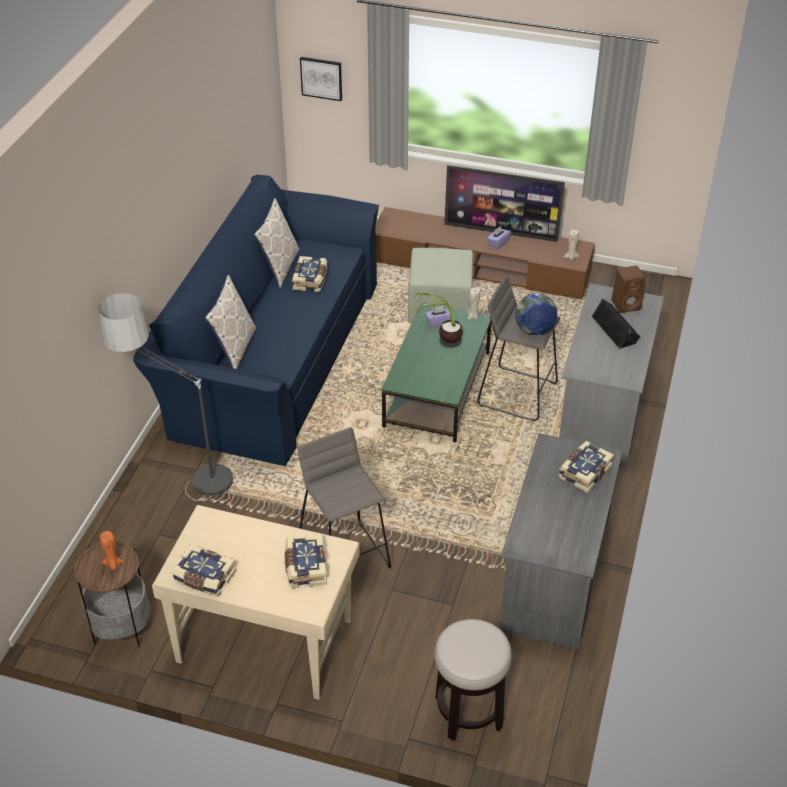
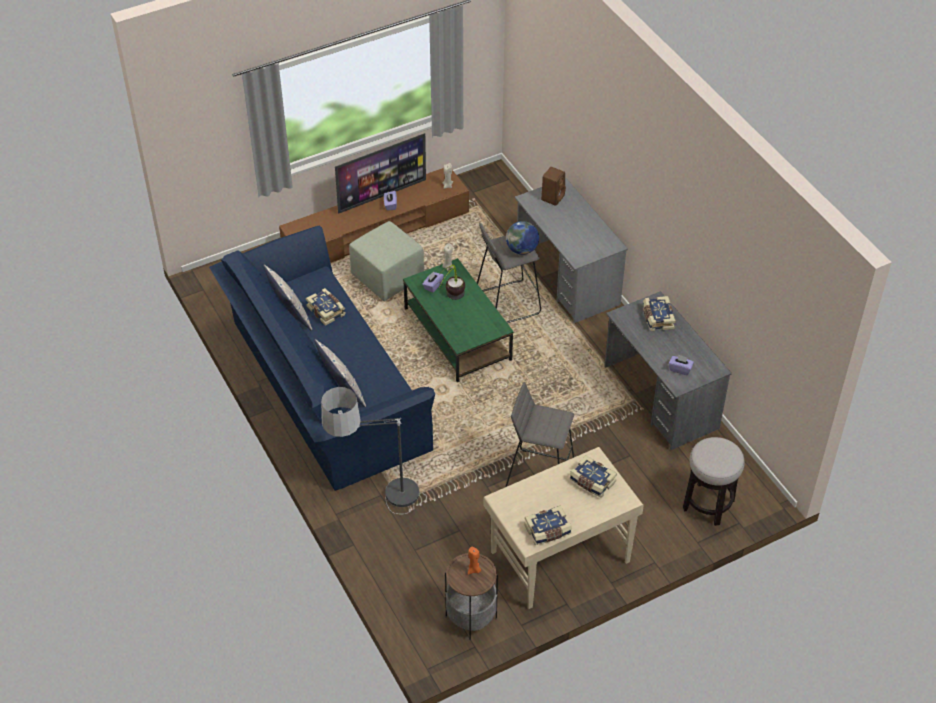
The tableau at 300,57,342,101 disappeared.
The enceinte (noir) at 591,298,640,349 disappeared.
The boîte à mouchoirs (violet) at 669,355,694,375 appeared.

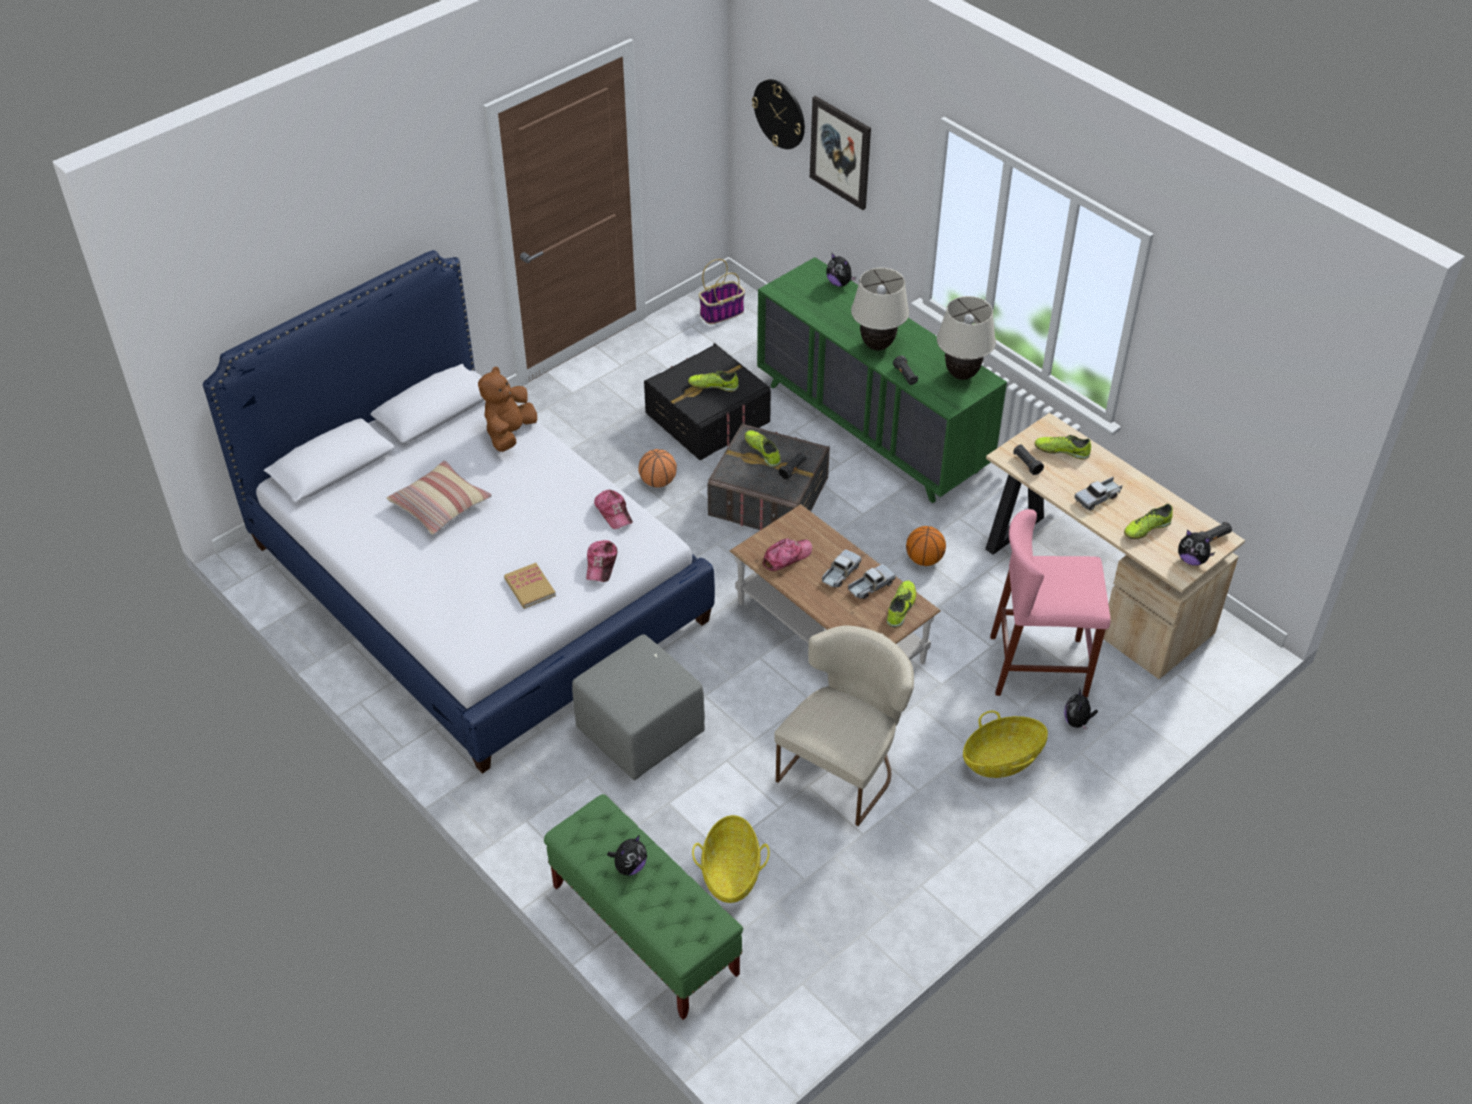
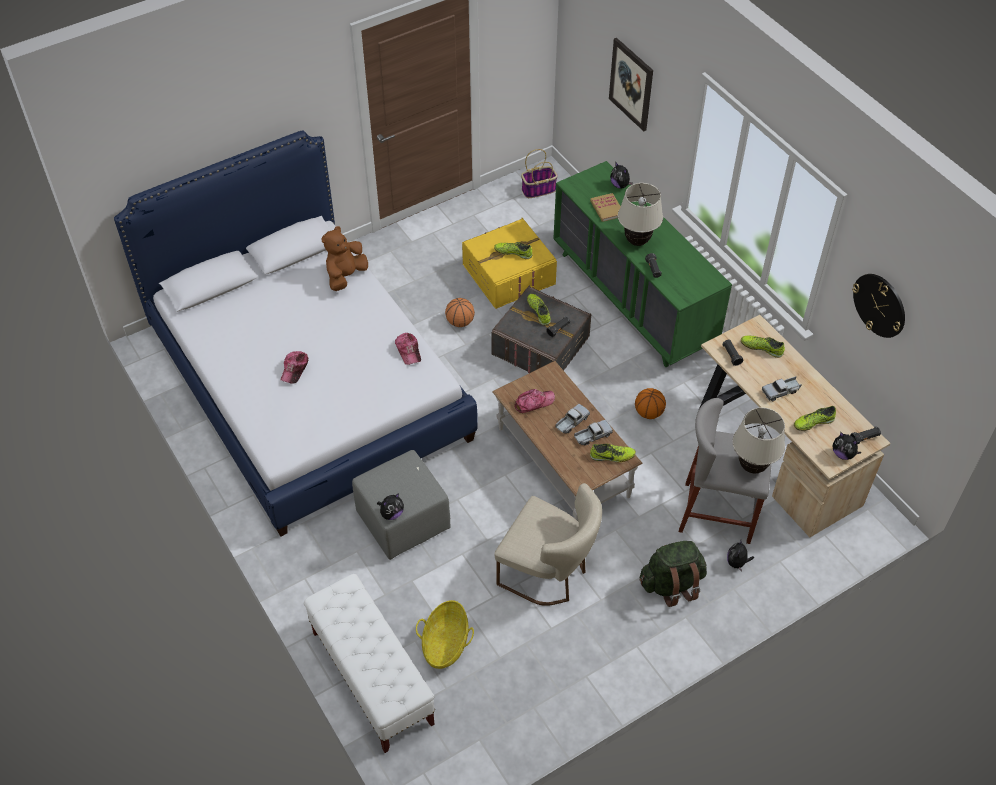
The horloge murale moved from 752,79,805,149 to 852,274,905,338.
The lampe de table (beige) moved from 937,296,996,380 to 733,407,785,474.
The boîte de rangement (noir) at 644,343,771,461 became the boîte de rangement (jaune) at 462,217,557,309.
The coussin at 387,461,492,535 disappeared.
The tabouret (rose) at 990,509,1111,697 became the tabouret (gris) at 679,398,772,544.
The casquette moved from 586,540,618,582 to 280,351,308,384.
The livre moved from 504,563,556,609 to 590,193,621,222.
The chaussure at 887,581,916,627 turned 60 degrees clockwise.
The chaise (beige) at 774,626,914,826 turned 75 degrees clockwise.
The panier at 963,711,1048,778 was replaced by the sac à dos (vert) at 640,541,707,607.
The banc (vert) at 544,794,743,1020 became the banc (blanc) at 304,574,435,753.
The peluche moved from 607,835,647,875 to 377,493,404,520.

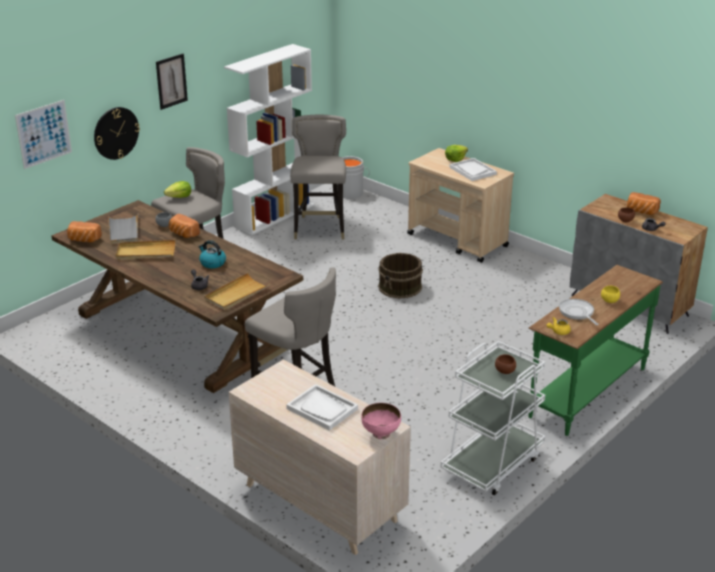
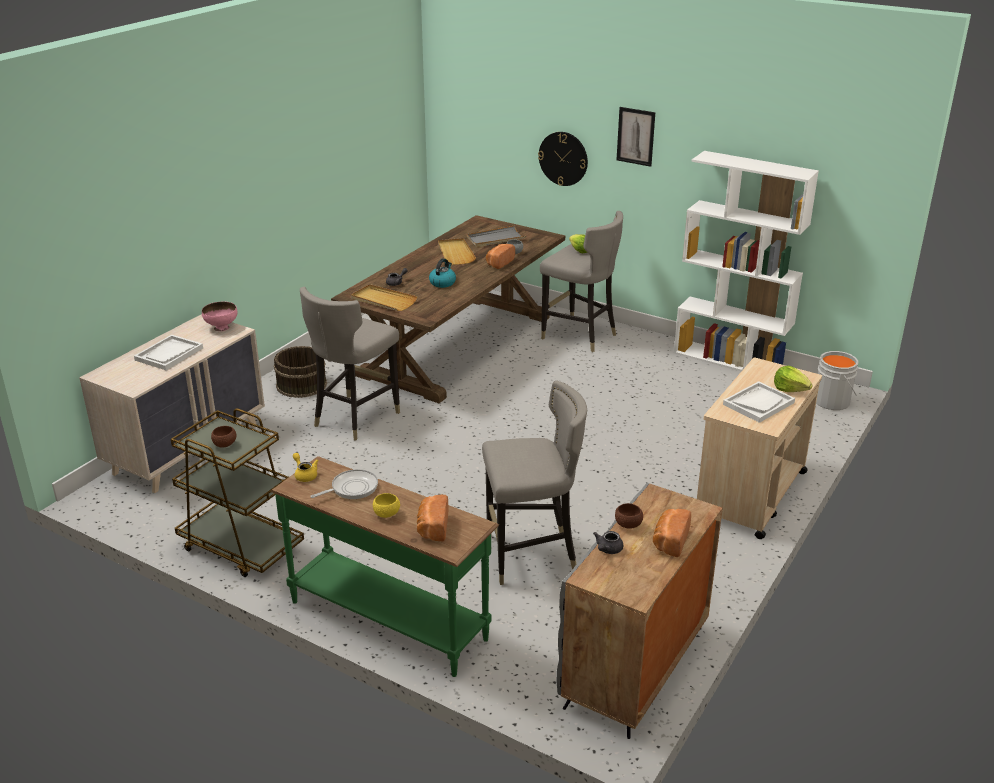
The tableau at 15,100,72,169 disappeared.
The tabouret (gris) moved from 290,115,346,239 to 482,380,587,585.
The pain moved from 67,221,102,242 to 417,495,448,541.
The seau (marron) moved from 378,253,423,299 to 274,346,327,398.
The chariot (blanc) at 441,341,545,495 became the chariot (marron) at 171,408,304,577.
The bol (rose) moved from 361,403,401,439 to 202,302,237,331.

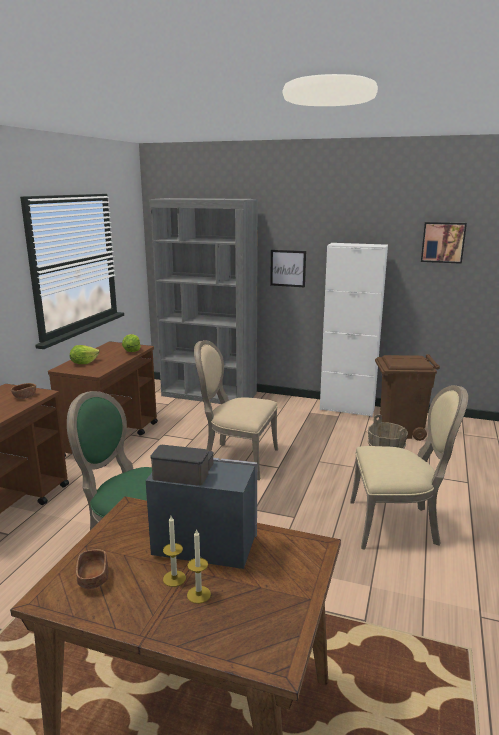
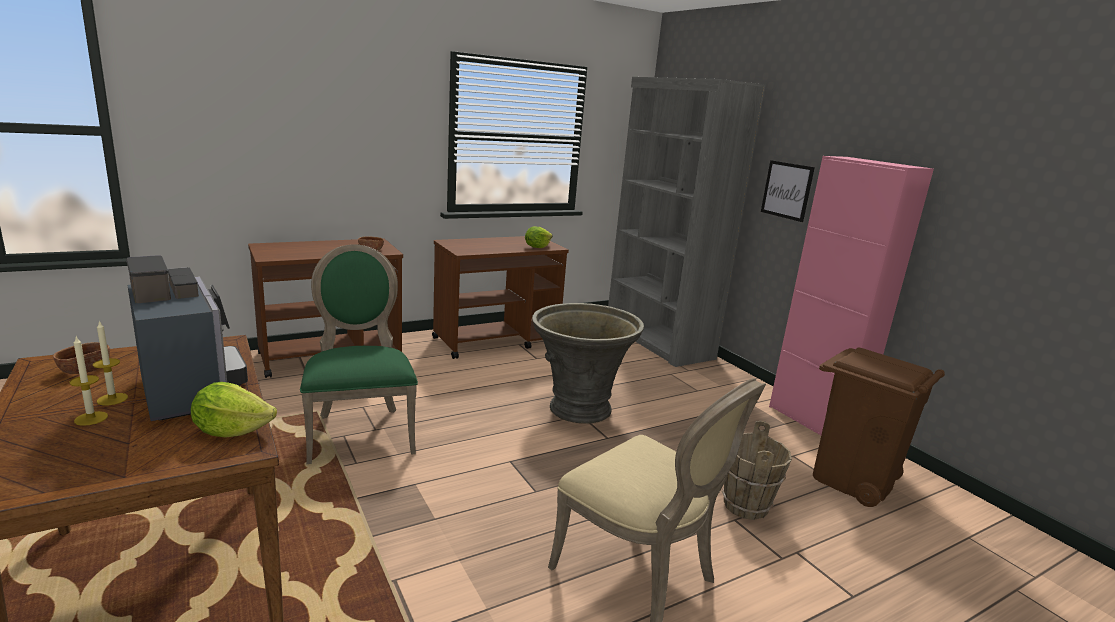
The tableau at 421,222,467,264 disappeared.
The meuble de rangement (blanc) at 320,243,388,417 became the meuble de rangement (rose) at 769,156,934,435.
The chaise (beige) at 194,340,278,480 was replaced by the cache-pot (gris) at 532,303,644,424.
The laitue moved from 70,345,100,364 to 191,382,277,438.

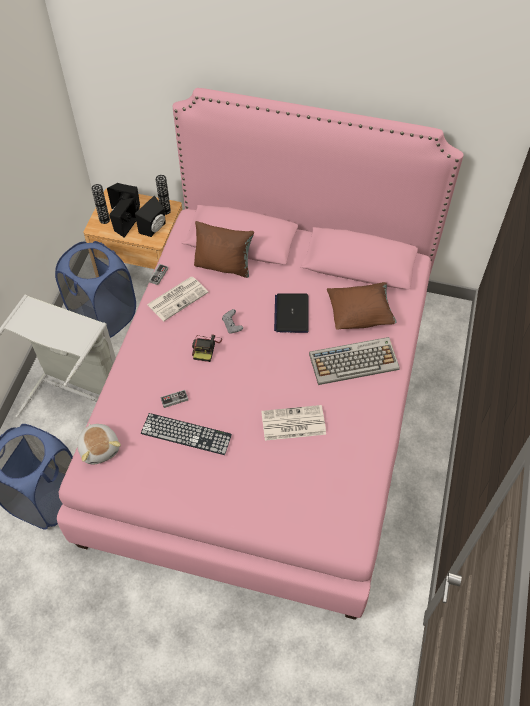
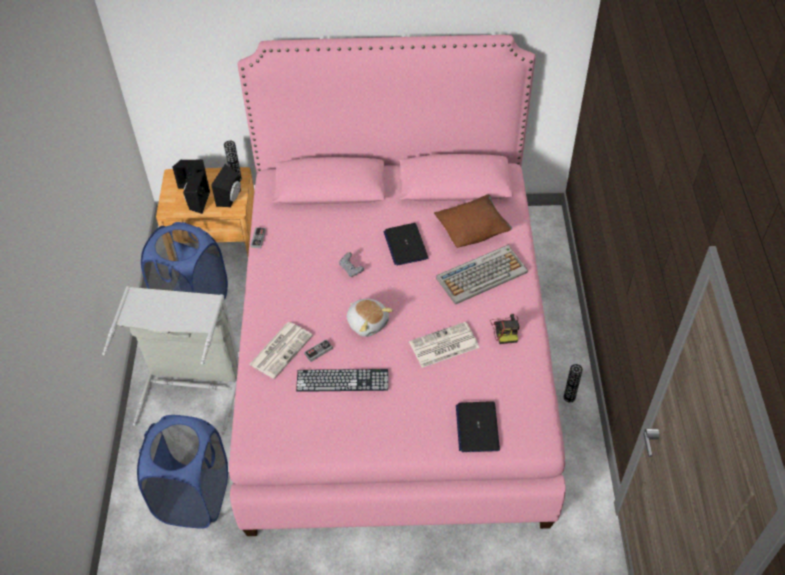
The vase moved from 91,184,110,224 to 564,364,583,403.
The coussin (marron) at 194,221,254,278 disappeared.
The journal moved from 147,277,208,321 to 249,322,313,379.
The appareil photo moved from 192,335,222,362 to 490,314,519,344.
The peluche moved from 77,423,121,464 to 347,299,393,337.
The ordinateur portable at 456,401,500,452 appeared.

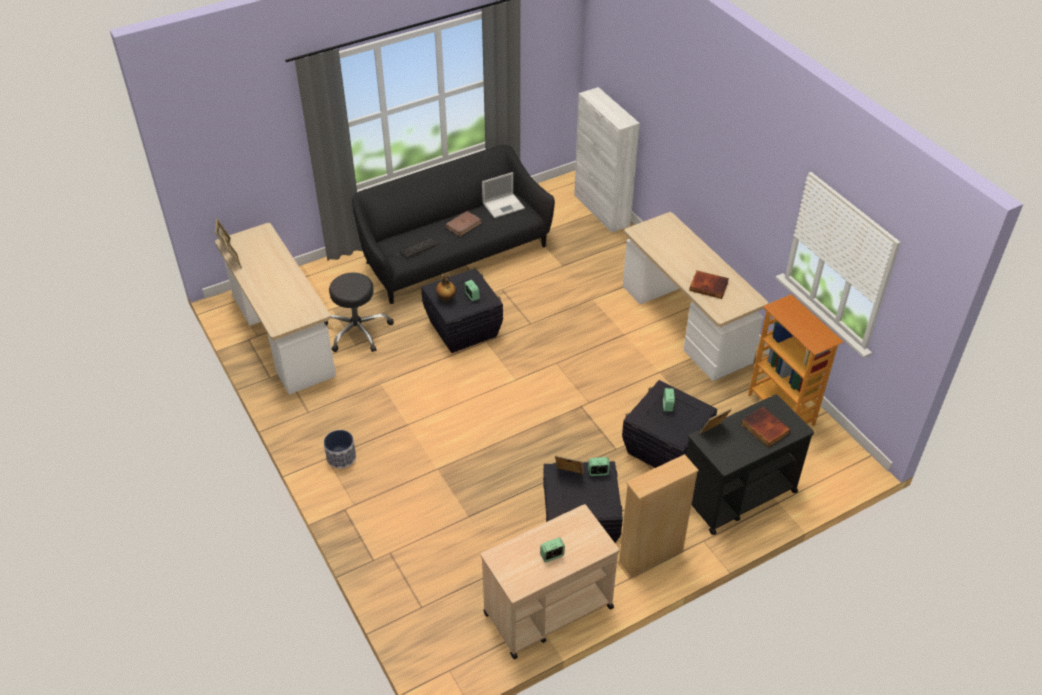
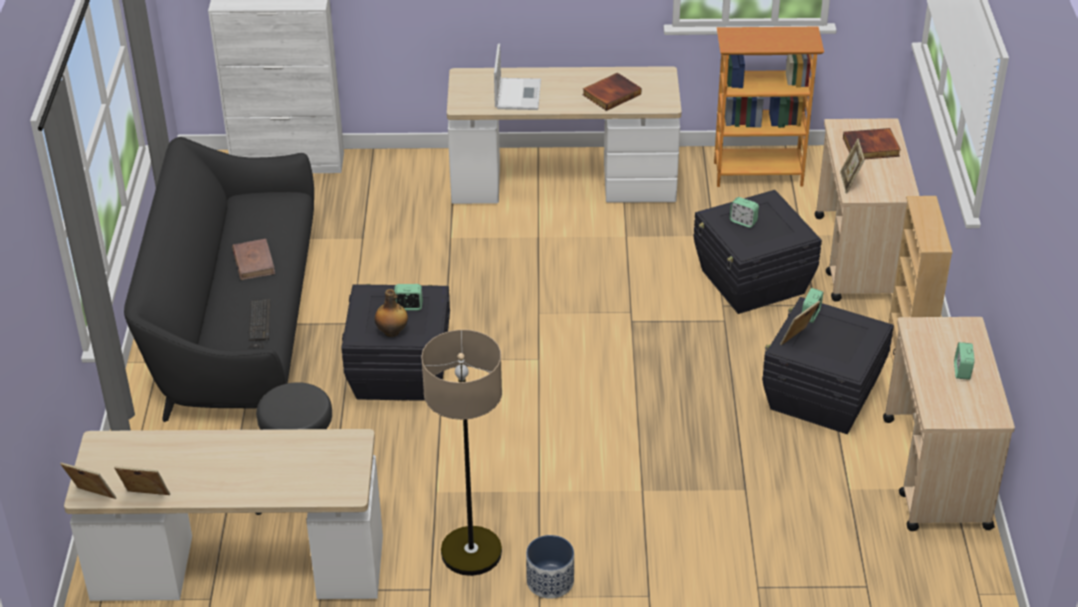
The ordinateur portable moved from 482,172,525,218 to 494,43,541,110.
The chariot (noir) at 686,394,814,535 became the chariot (beige) at 815,118,919,302.
The lampadaire at 421,330,502,576 appeared.

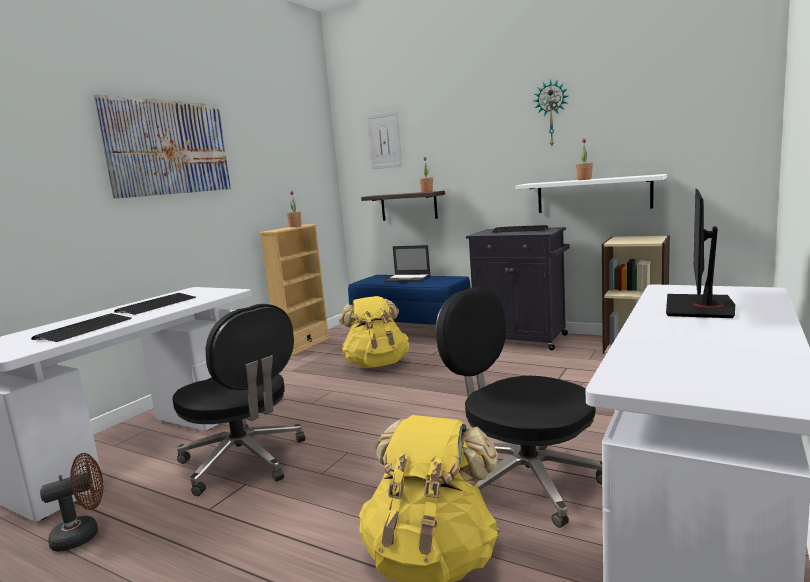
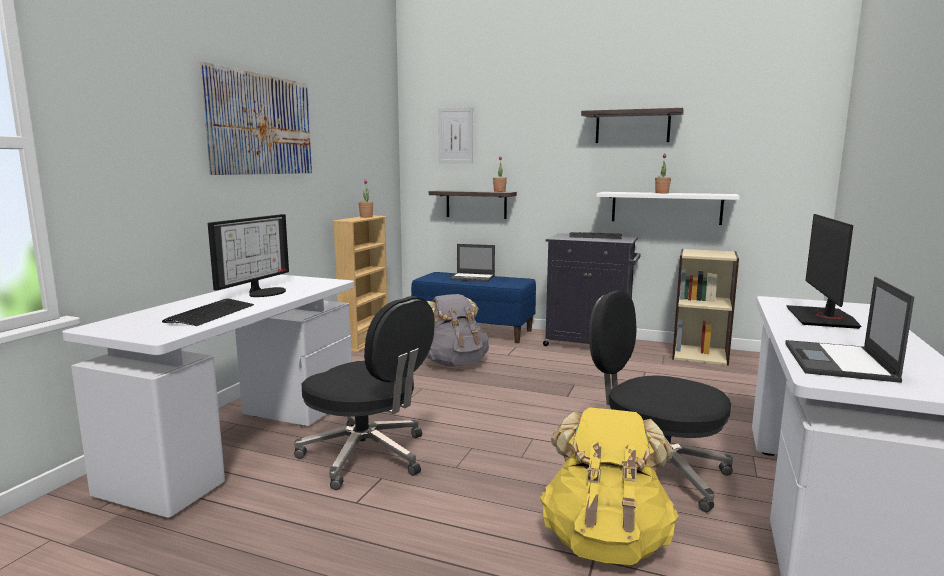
The horloge murale at 534,79,568,145 was replaced by the étagère at 581,108,684,143.
The clavier at 114,293,196,315 was replaced by the écran d'ordinateur at 208,214,289,297.
The sac à dos (jaune) at 339,296,409,368 became the sac à dos (gris) at 427,294,489,366.
The ventilateur (marron) at 40,453,103,552 disappeared.
The ordinateur portable at 785,277,914,383 appeared.

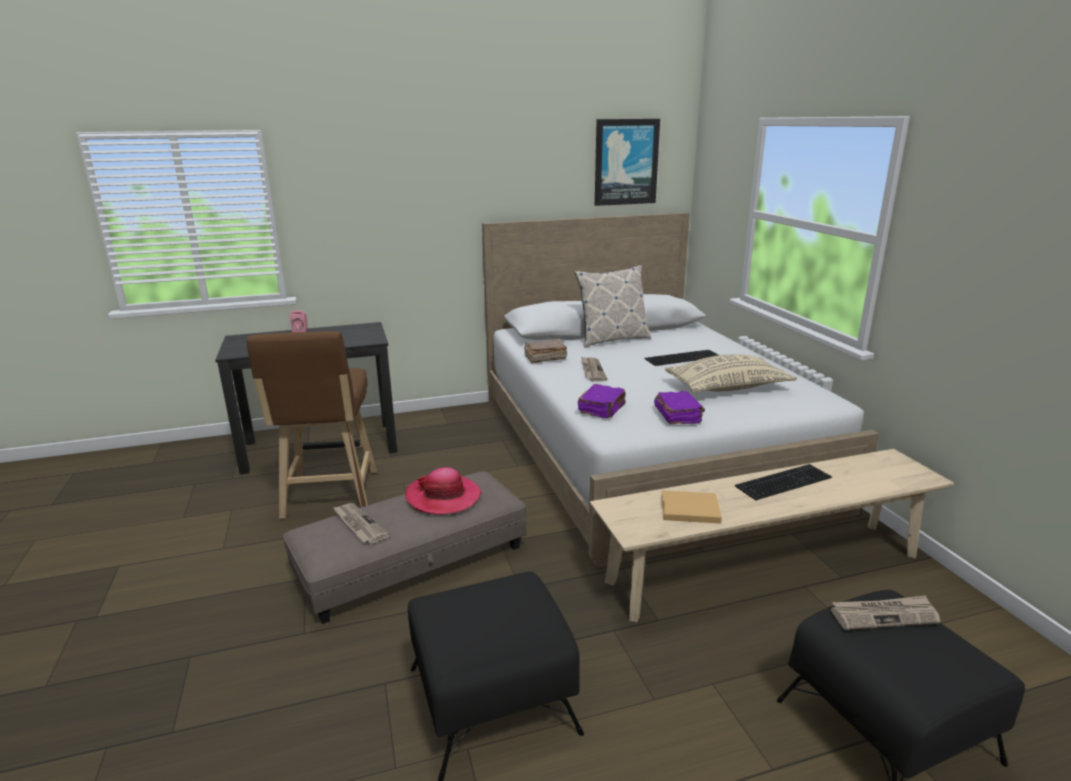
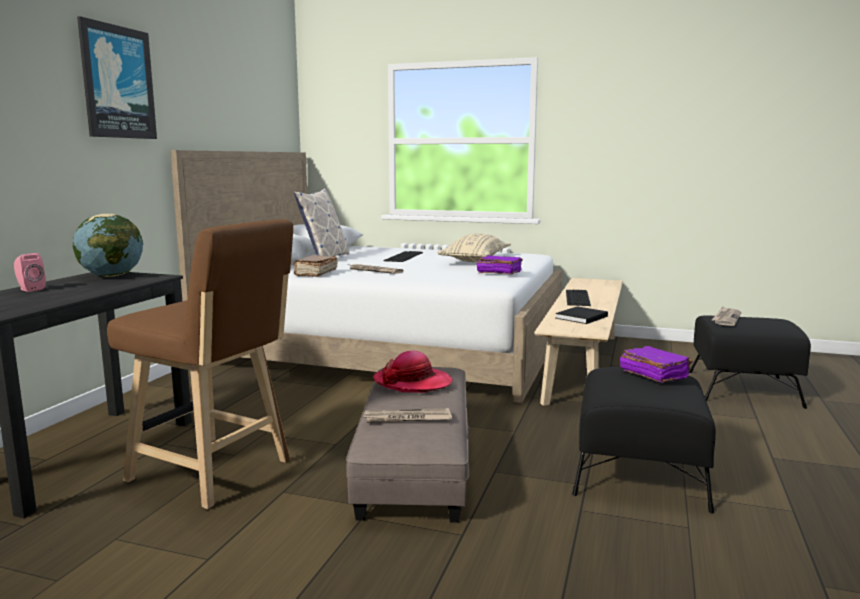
The tableau moved from 595,119,660,206 to 77,16,157,139.
The livre (violet) moved from 578,384,626,418 to 620,346,693,383.
The livre (beige) at 661,490,722,524 became the livre (noir) at 555,306,608,324.
The globe at 73,214,143,277 appeared.

